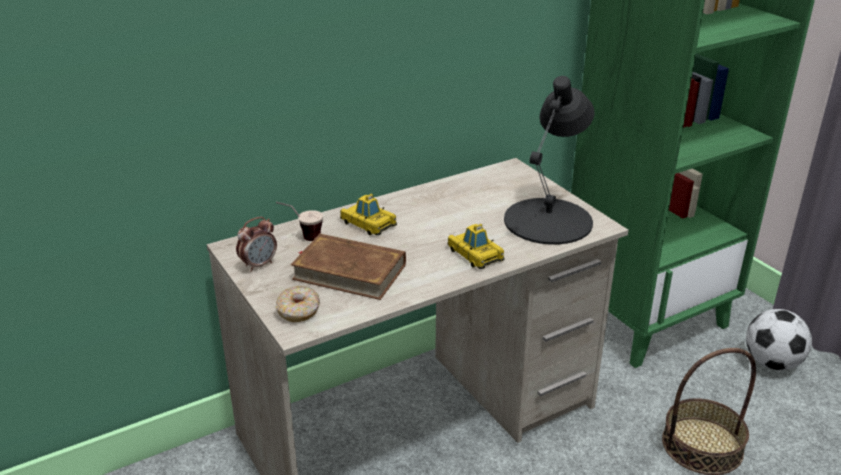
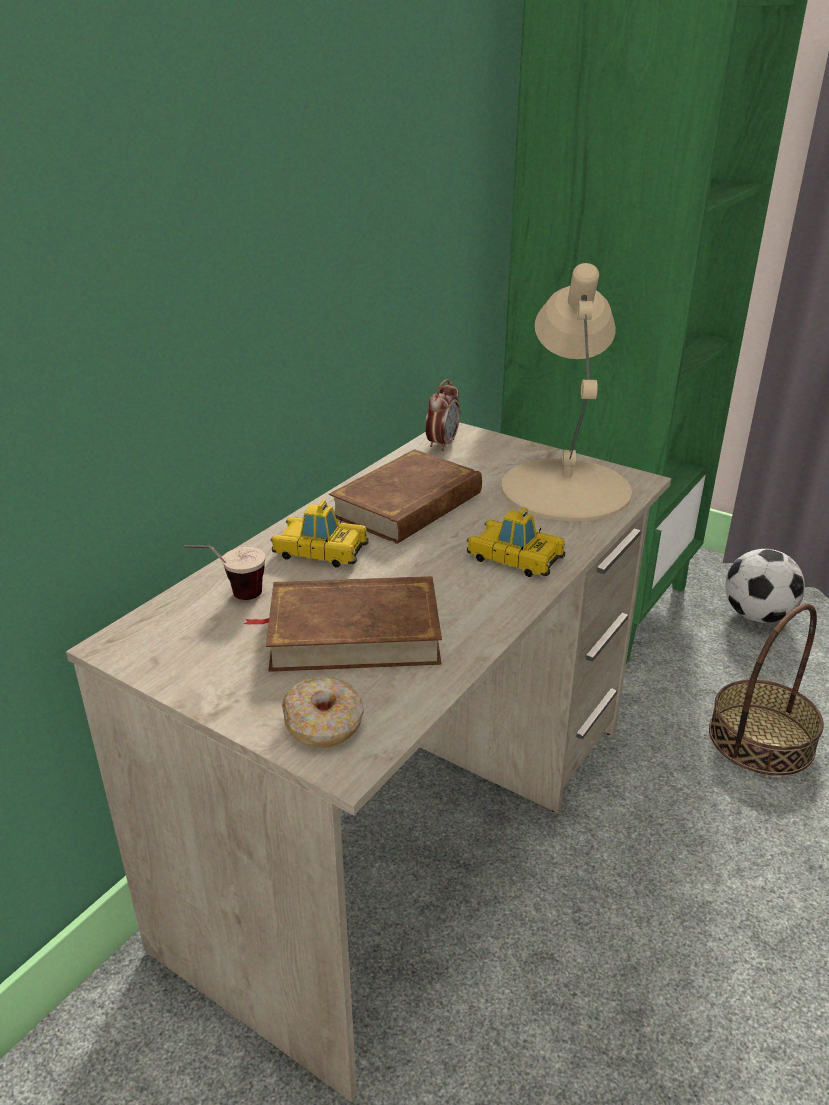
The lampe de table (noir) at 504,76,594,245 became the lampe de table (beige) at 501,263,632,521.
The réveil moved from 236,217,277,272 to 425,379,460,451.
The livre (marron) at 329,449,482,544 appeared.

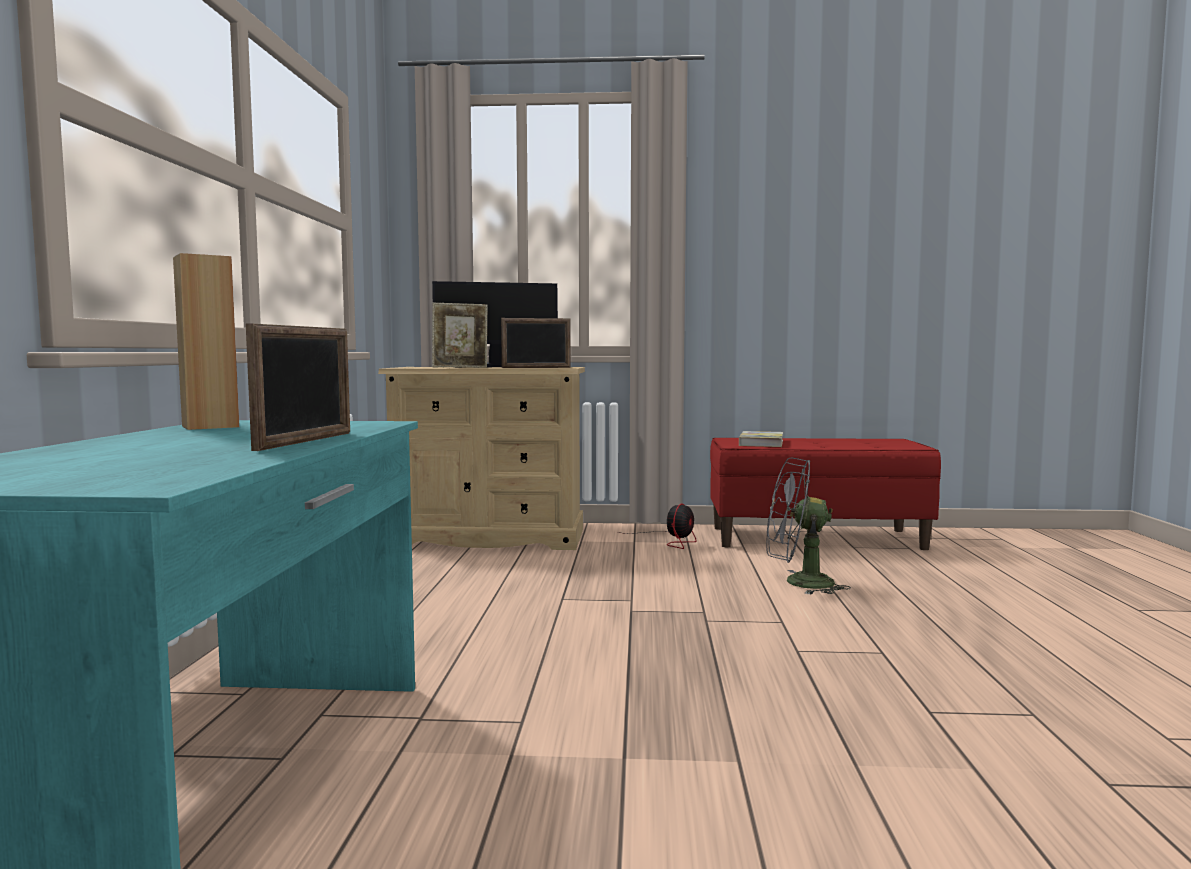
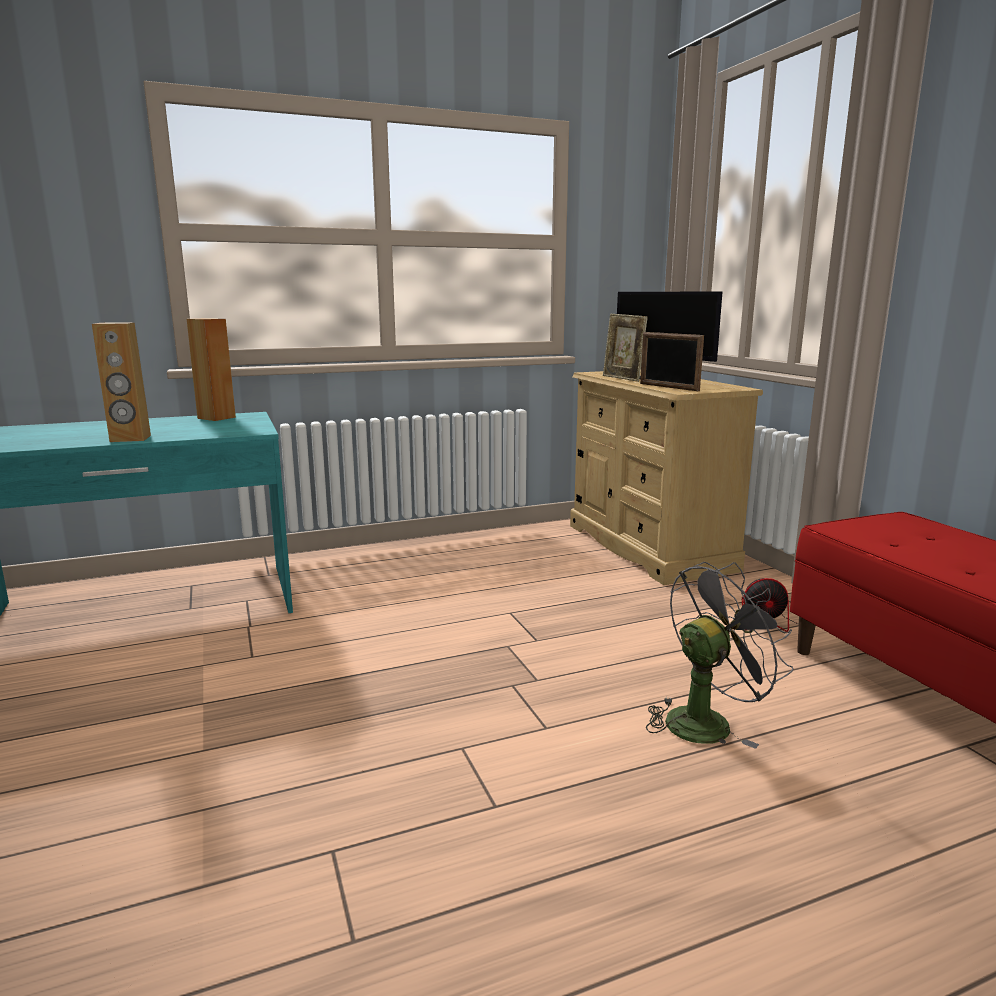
The cadre photo at 246,324,350,451 was replaced by the enceinte (marron) at 92,322,151,442.
The livre at 739,431,783,447 disappeared.
The ventilateur (gris) at 766,458,851,594 turned 75 degrees clockwise.

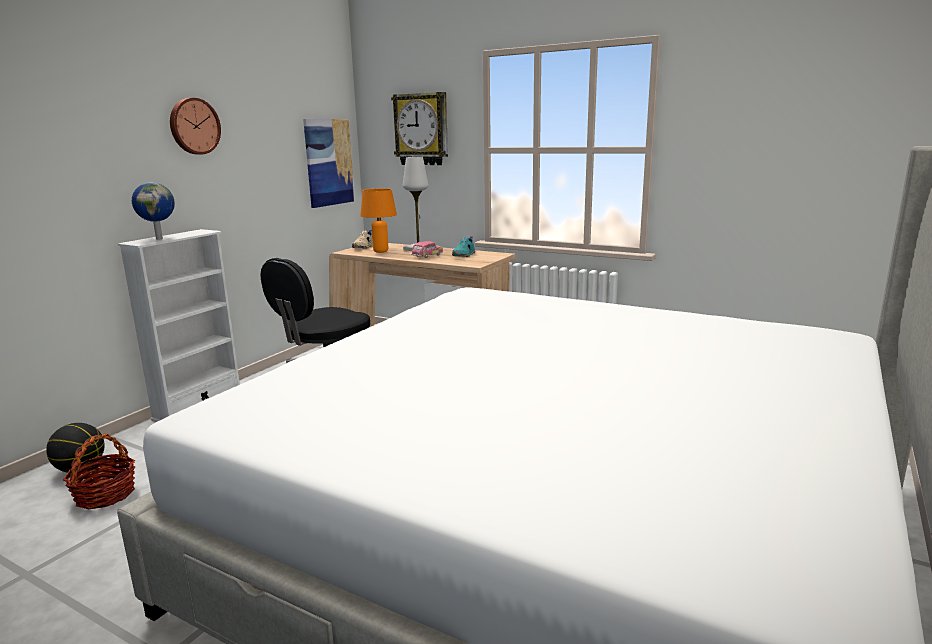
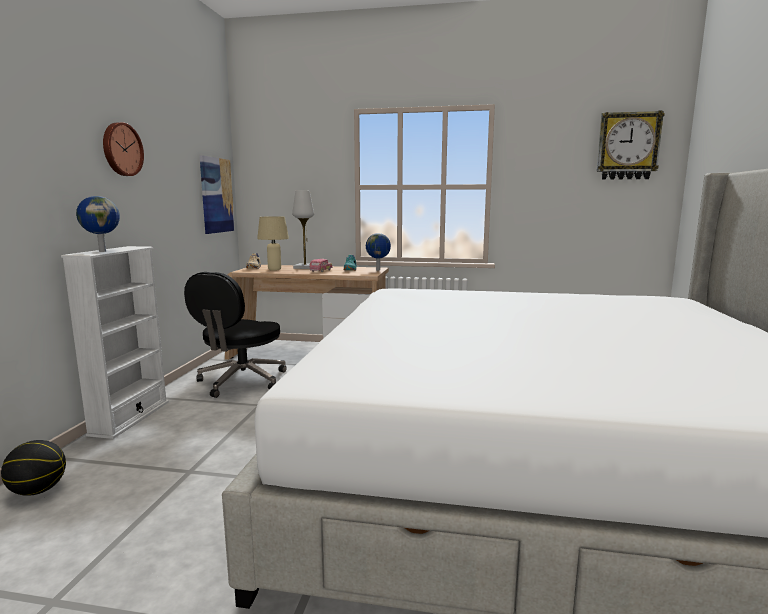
The horloge murale moved from 391,92,448,165 to 596,111,665,180.
The lampe de table (orange) at 360,188,397,253 became the lampe de table (beige) at 257,216,289,271.
The panier at 63,433,135,510 disappeared.
The globe at 366,233,391,270 appeared.

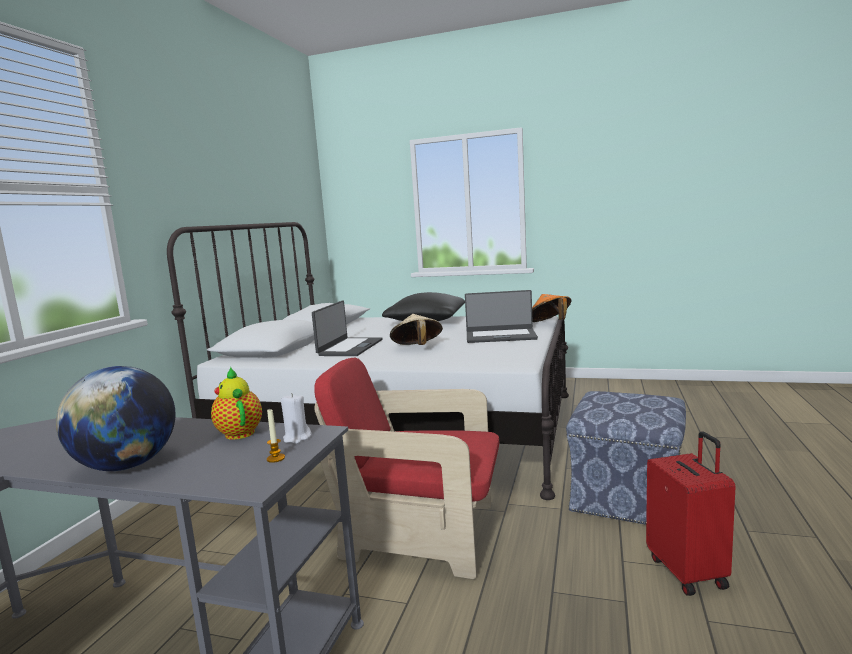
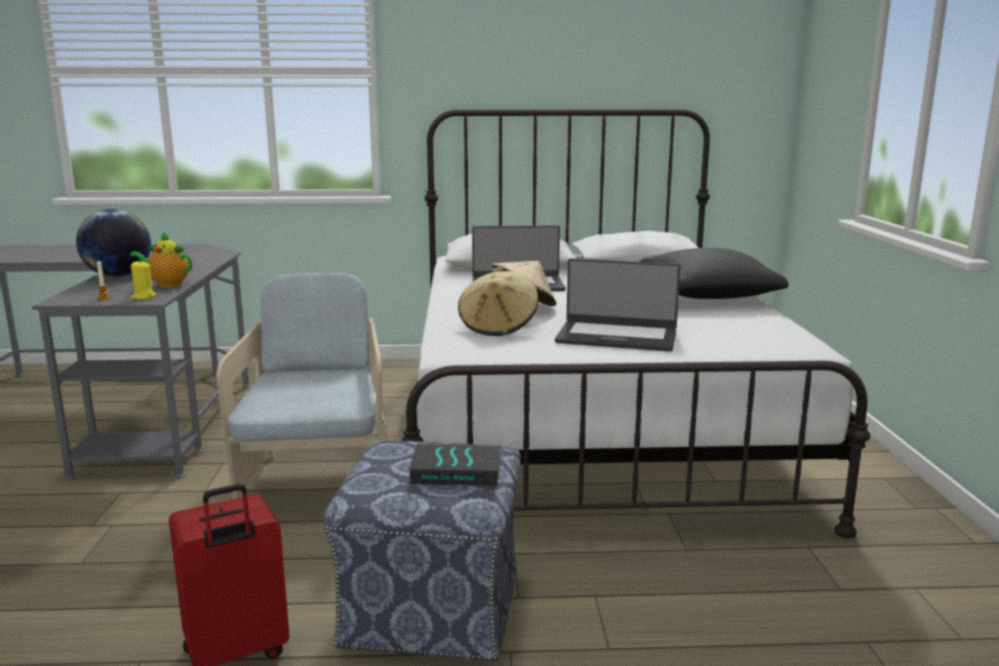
The ordinateur portable at 465,290,538,343 turned 60 degrees counterclockwise.
The chapeau (orange) at 532,294,571,322 disappeared.
The fauteuil (rouge) at 314,358,499,579 became the fauteuil (beige) at 216,273,387,499.
The théière at 211,367,262,440 turned 120 degrees counterclockwise.
The bougie (blanc) at 281,393,311,444 became the bougie (jaune) at 131,260,157,299.
The chapeau (beige) at 458,271,539,336 appeared.
The livre at 409,444,502,486 appeared.

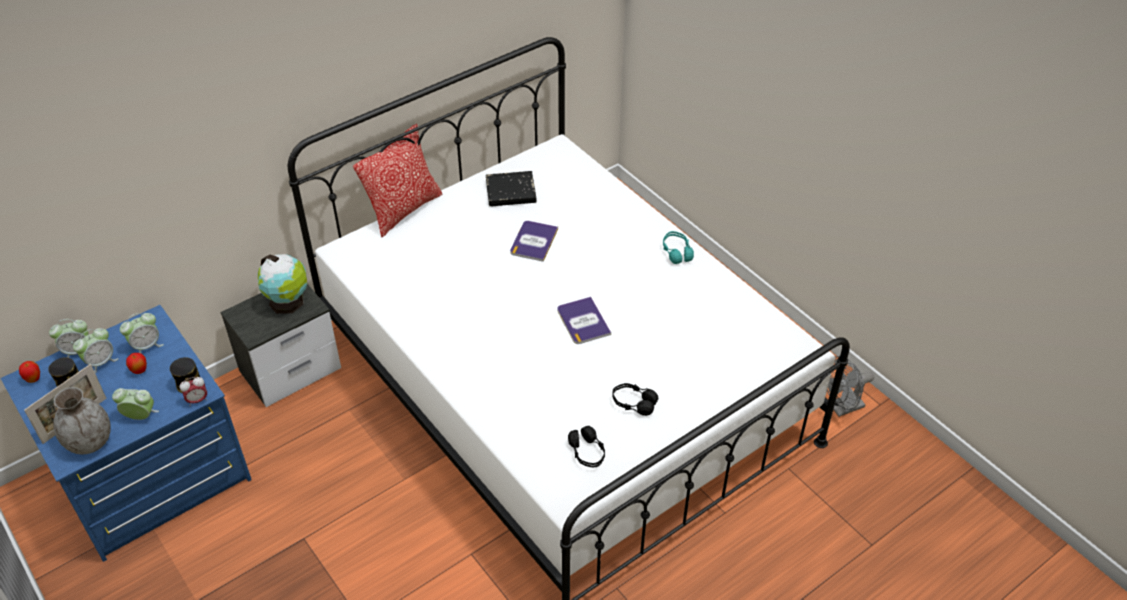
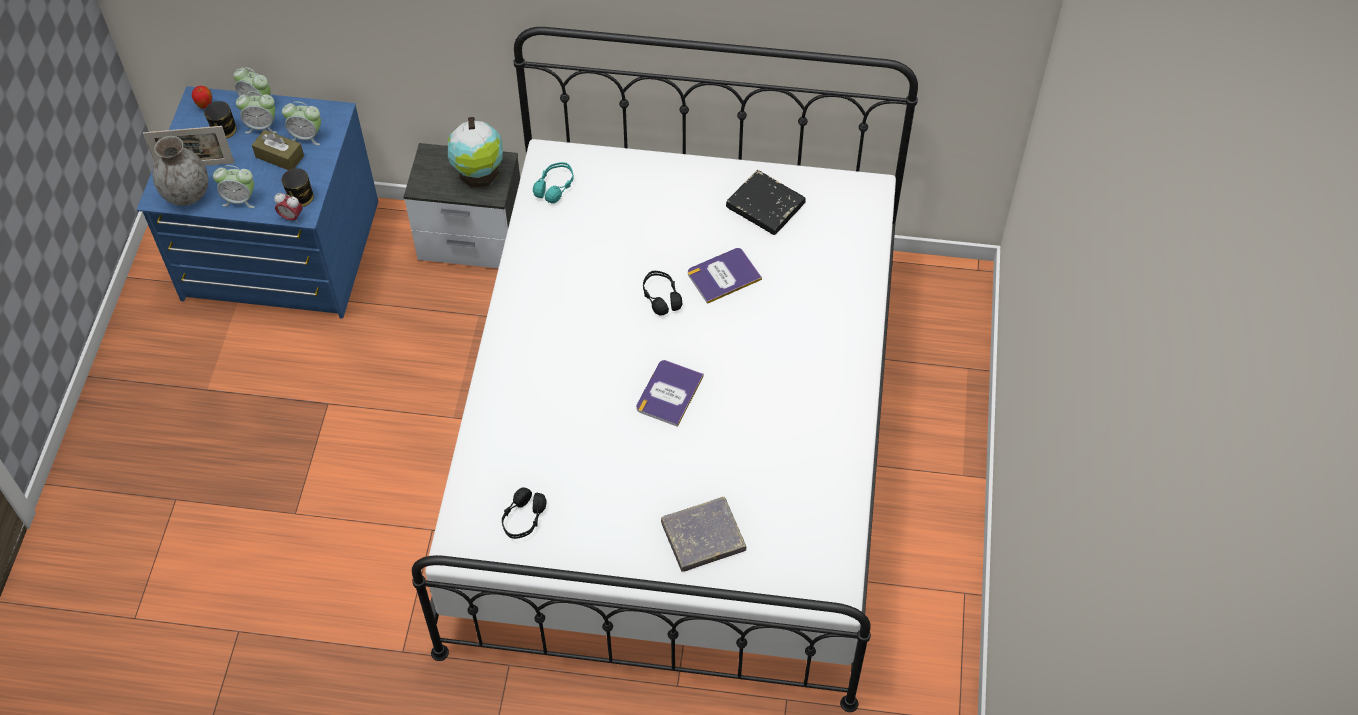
The coussin at 353,124,442,237 disappeared.
The casque audio (turquoise) moved from 663,231,694,264 to 533,162,574,204.
The pomme at 126,353,147,374 was replaced by the boîte à mouchoirs (marron) at 252,130,304,170.
The ventilateur (gris) at 827,356,874,417 disappeared.
The casque audio (noir) moved from 612,383,658,416 to 643,271,682,316.
The réveil at 112,388,159,420 turned 135 degrees clockwise.
The livre (gris) at 661,497,746,572 appeared.

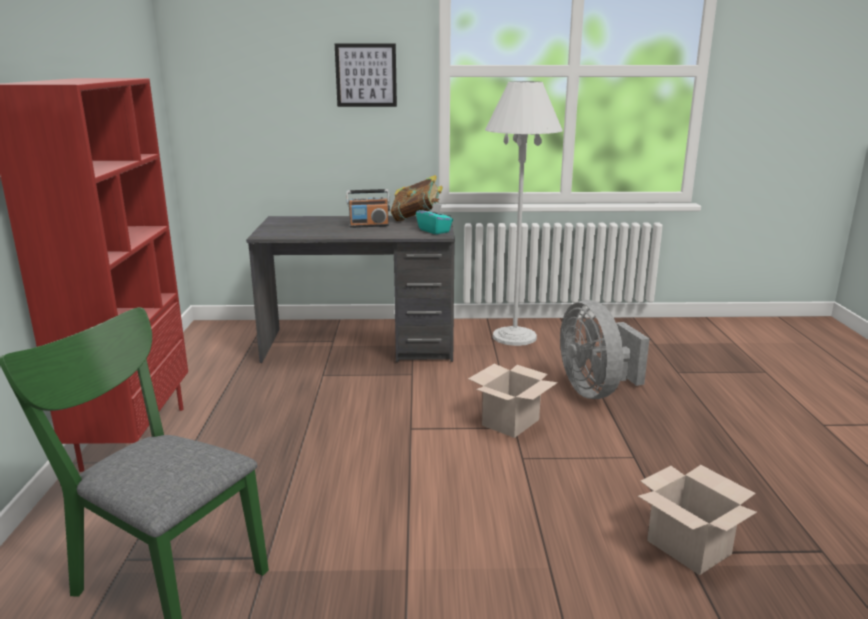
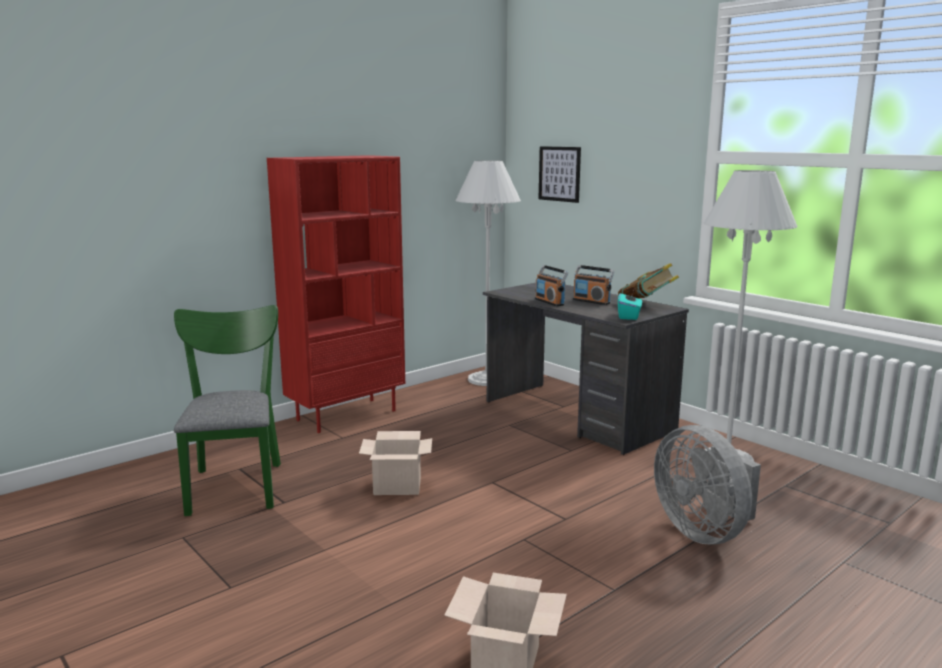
The tableau moved from 335,44,397,107 to 539,146,581,203.
The ventilateur (gris) at 560,300,650,399 turned 60 degrees counterclockwise.
The carton moved from 468,364,558,438 to 359,431,432,495.
The lampadaire (blanc) at 456,160,521,386 appeared.
The radio at 535,265,568,306 appeared.

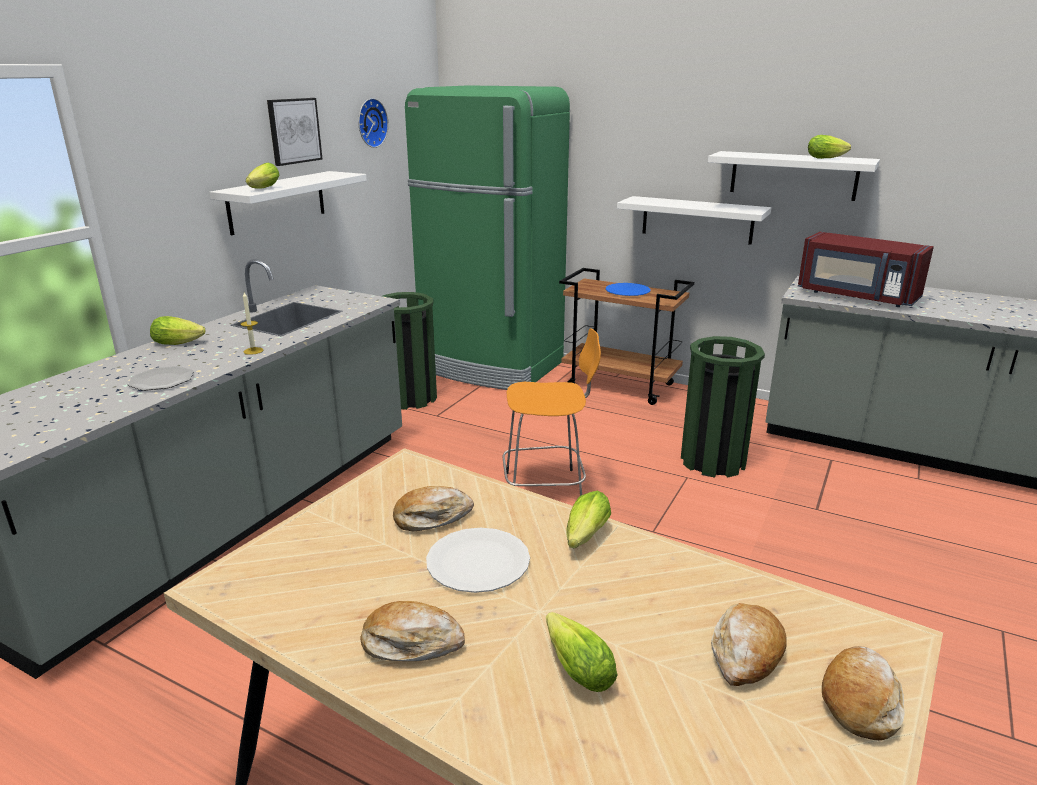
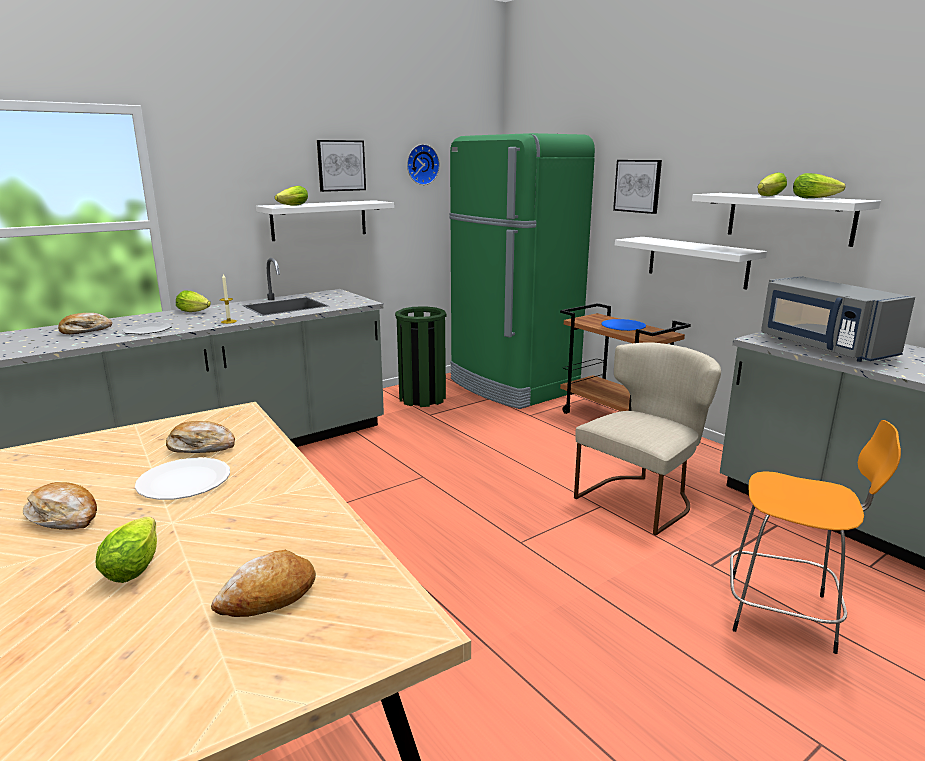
The micro-ondes (rouge) at 798,232,934,307 became the micro-ondes (gris) at 761,276,915,362.
The tabouret (orange) moved from 502,328,601,496 to 730,420,901,654.
The poubelle (vert) at 681,336,765,478 was replaced by the chaise (beige) at 574,342,721,536.
The laitue moved from 566,491,611,548 to 757,172,787,196.
The pain moved from 822,646,905,741 to 58,313,112,334.
The tableau at 613,160,662,214 appeared.

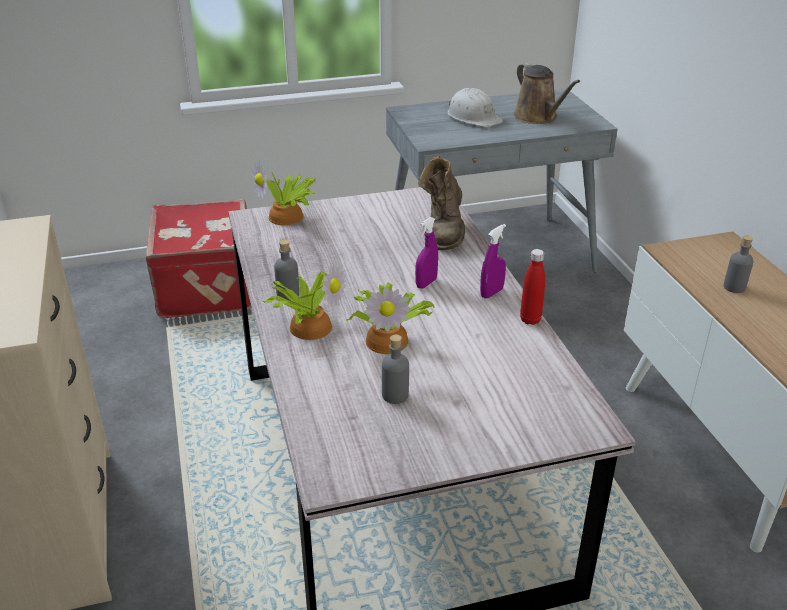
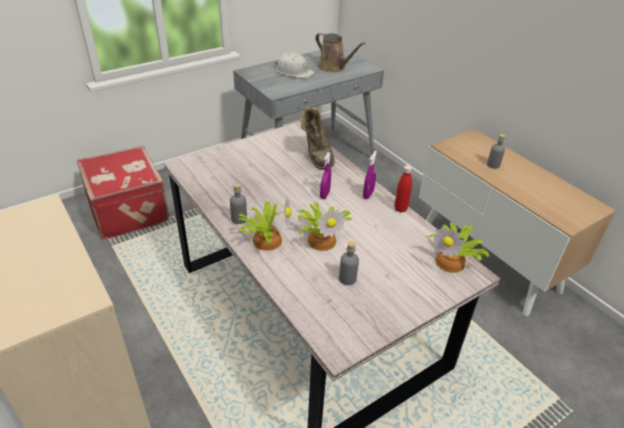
The plante en pot moved from 252,161,316,225 to 427,223,490,273.

